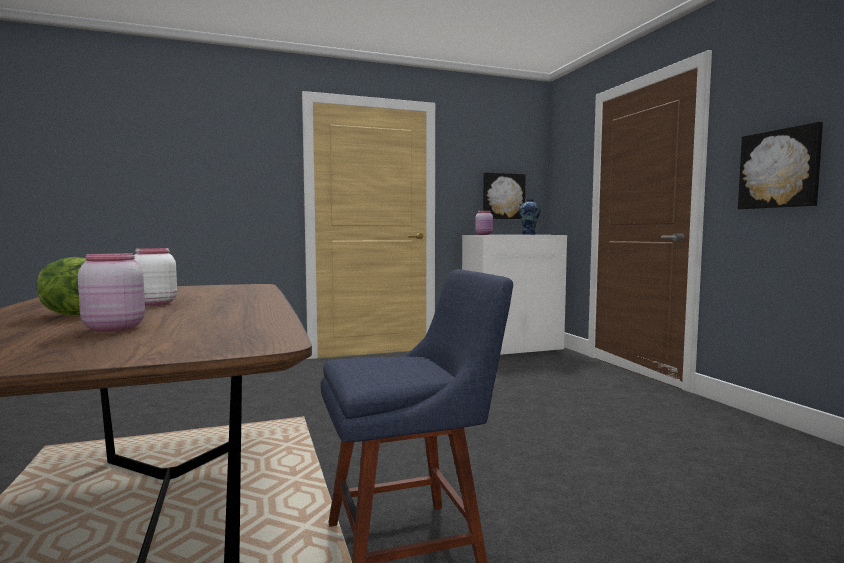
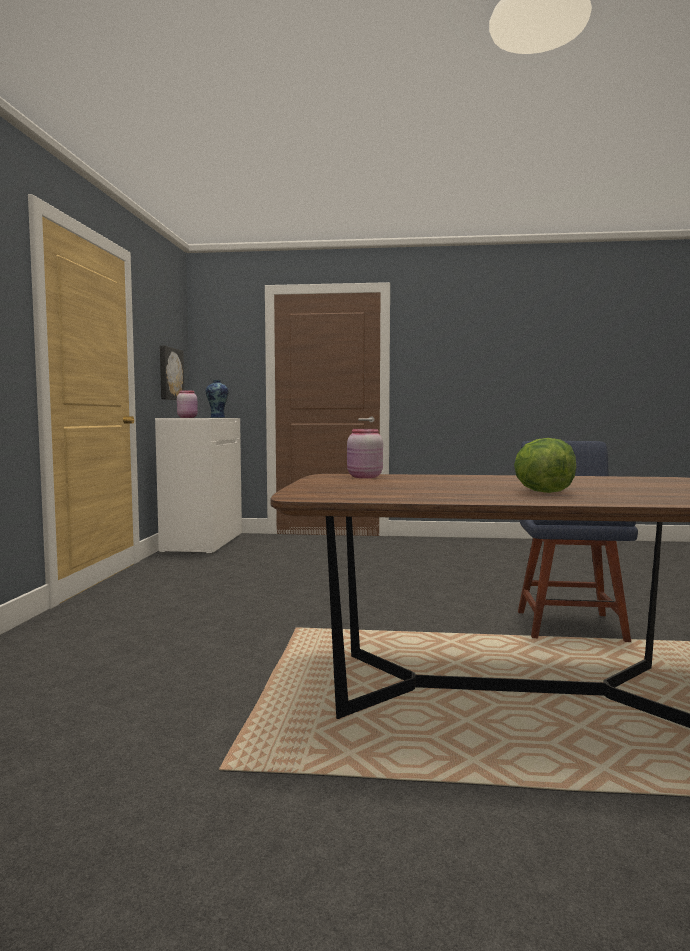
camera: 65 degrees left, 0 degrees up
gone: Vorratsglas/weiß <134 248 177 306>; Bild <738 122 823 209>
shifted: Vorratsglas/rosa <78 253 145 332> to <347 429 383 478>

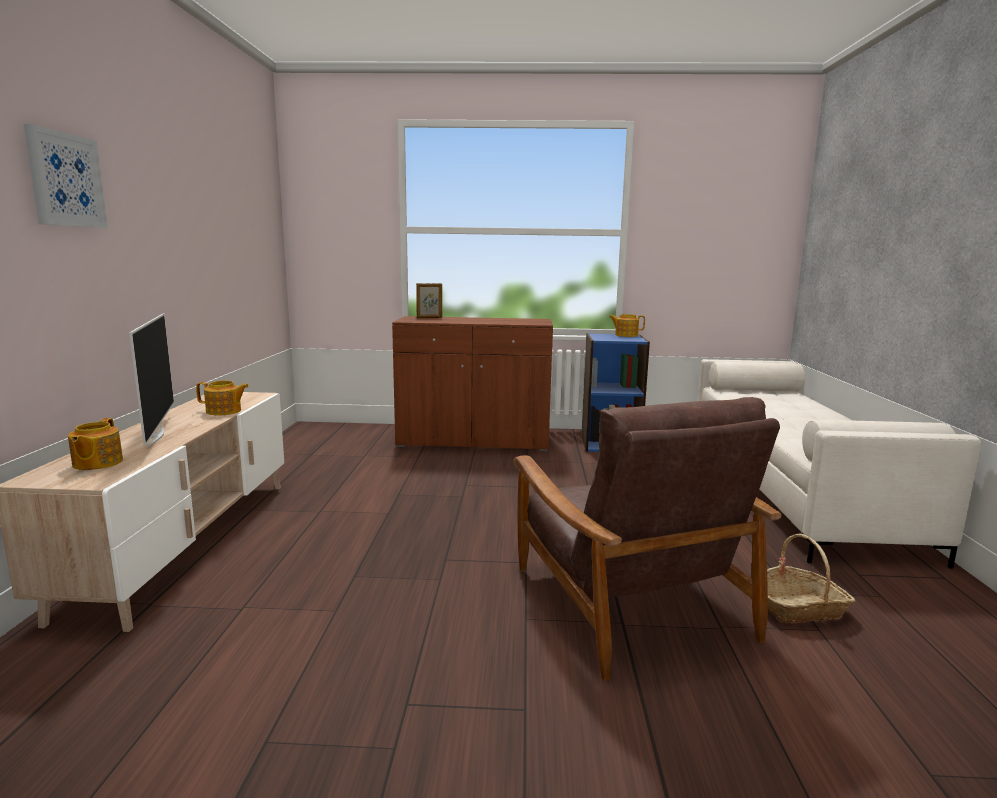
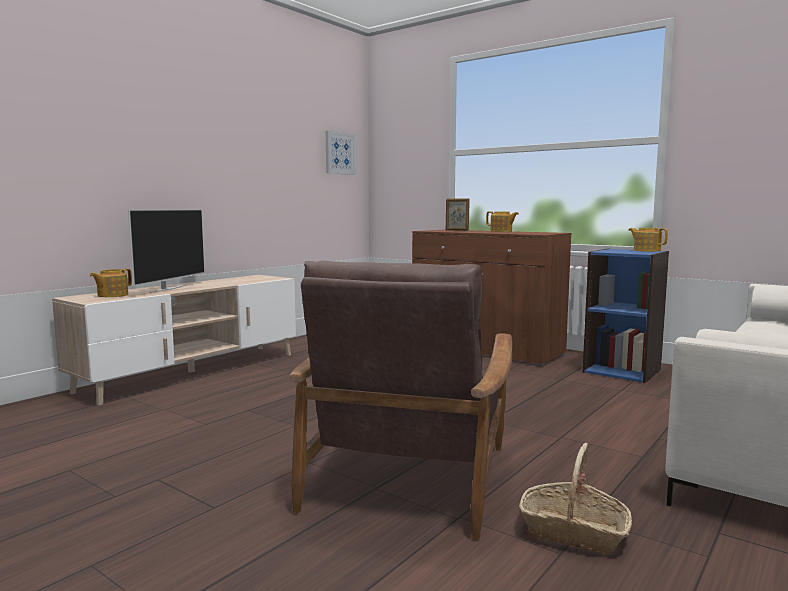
camera: 35 degrees right, 5 degrees down
shifted: Bild <24 124 108 228> to <326 131 356 175>; Teekanne <196 381 249 416> to <486 211 519 232>

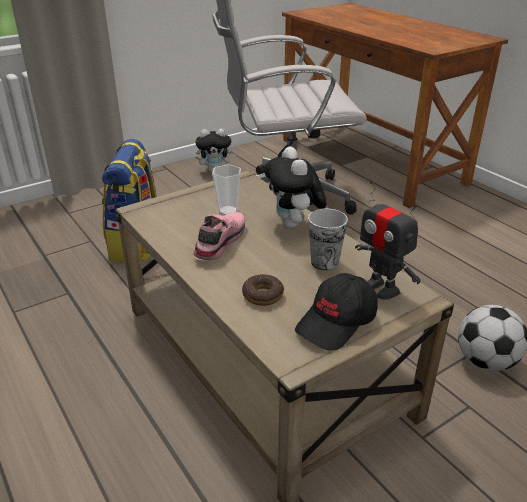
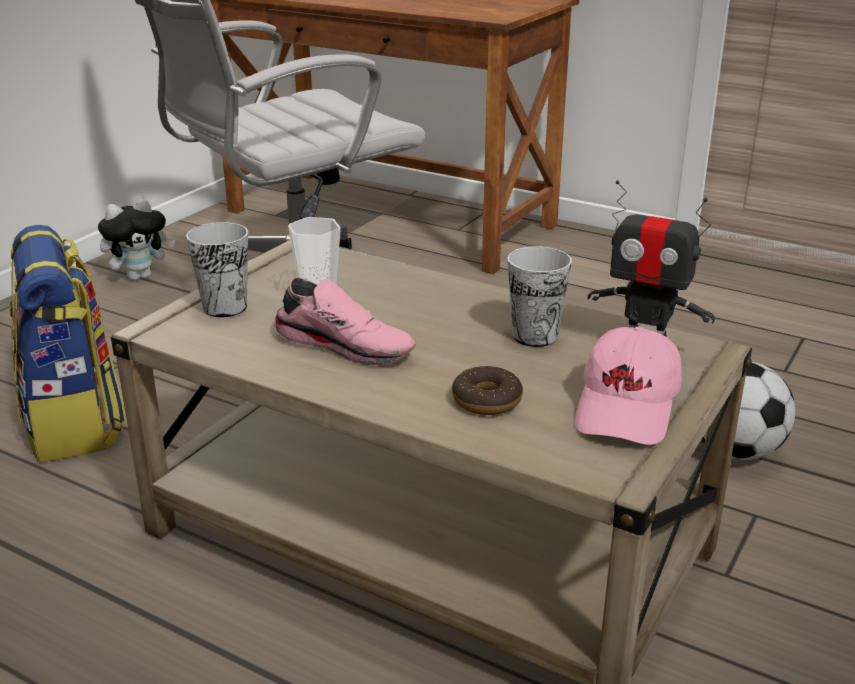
camera: 25 degrees left, 5 degrees down
gone: Plüschtier <264 147 327 229>
new: Tasse <186 222 248 318>
repainted: Kappe/schwarz <295 273 378 351> to Kappe/rosa <575 326 682 445>
rotated: Schuh/rosa <193 212 246 261> = <274 278 416 366> 120 degrees clockwise

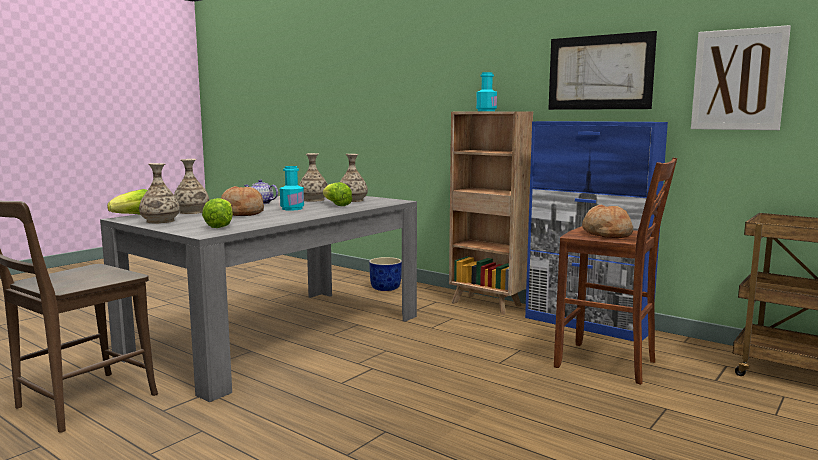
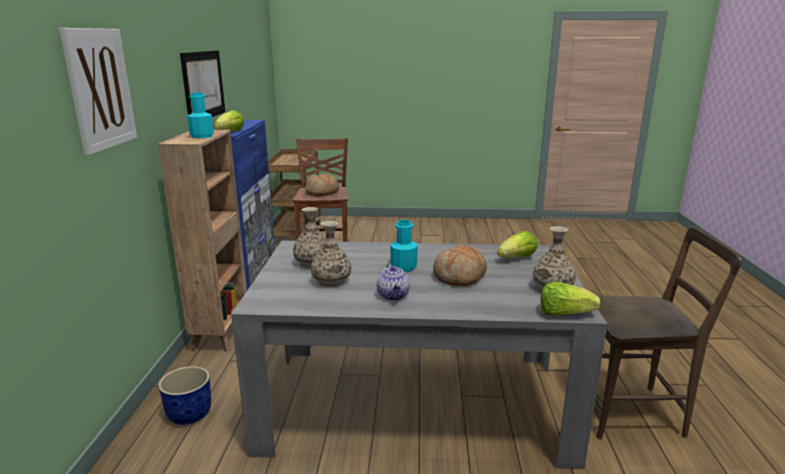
camera: 125 degrees left, 10 degrees up
gone: Vase <174 159 209 214>
shifted: Salatkopf <323 182 352 206> to <214 110 244 131>; Bild <691 25 791 130> to <59 28 137 155>

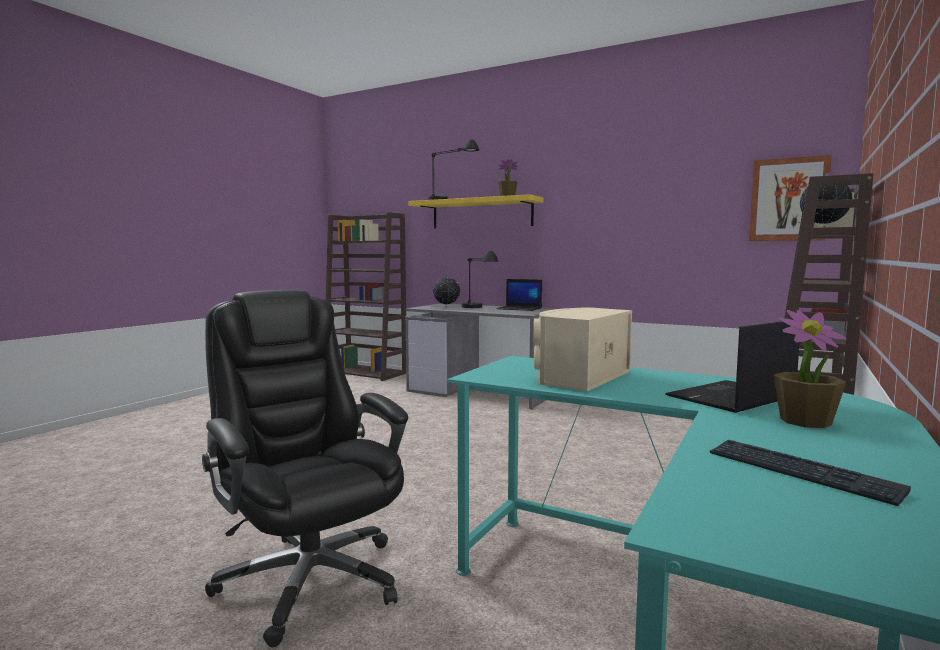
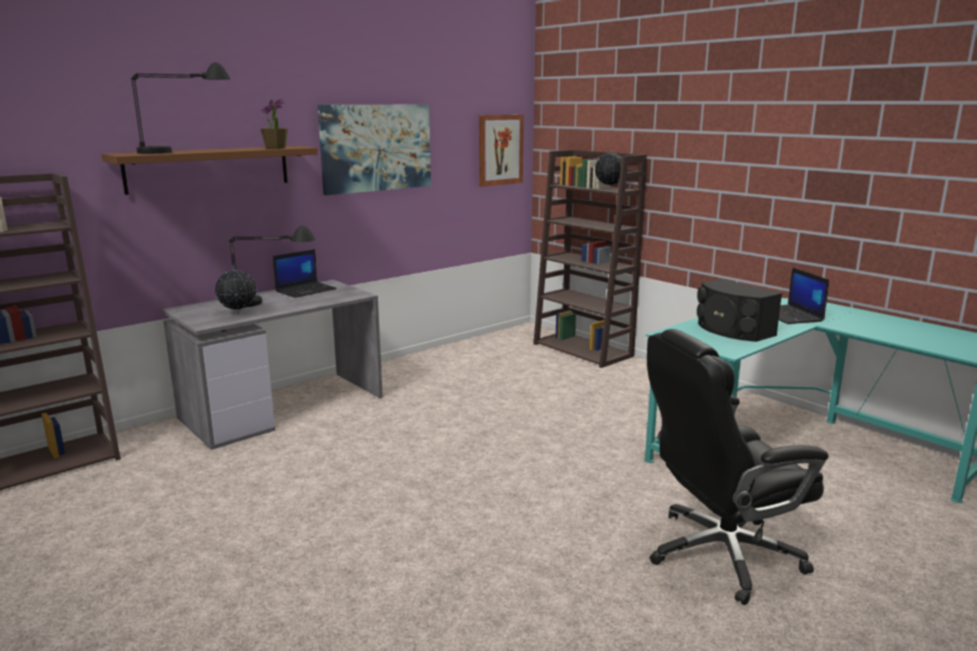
camera: 70 degrees left, 10 degrees up
gone: Tastatur <710 440 911 506>; Topfpflanze <774 310 847 428>
new: Bild <317 105 431 195>
repainted: Wandregal/gelb <409 194 543 228> to Wandregal/braun <102 146 318 195>; Lautsprecher/beige <534 307 632 391> to Lautsprecher/schwarz <697 279 782 342>

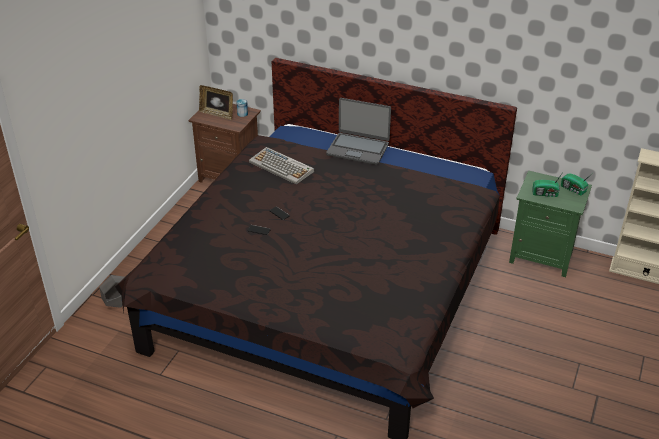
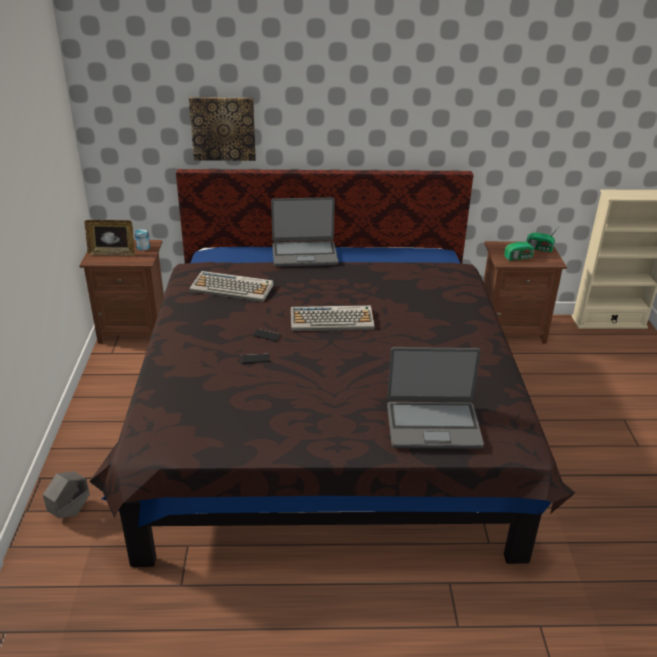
camera: 25 degrees left, 5 degrees down
new: Bild <189 97 256 161>; Tastatur <291 305 375 331>; Laptop <387 347 484 449>
repainted: Nachttisch/grün <509 171 592 277> to Nachttisch/braun <484 241 567 344>

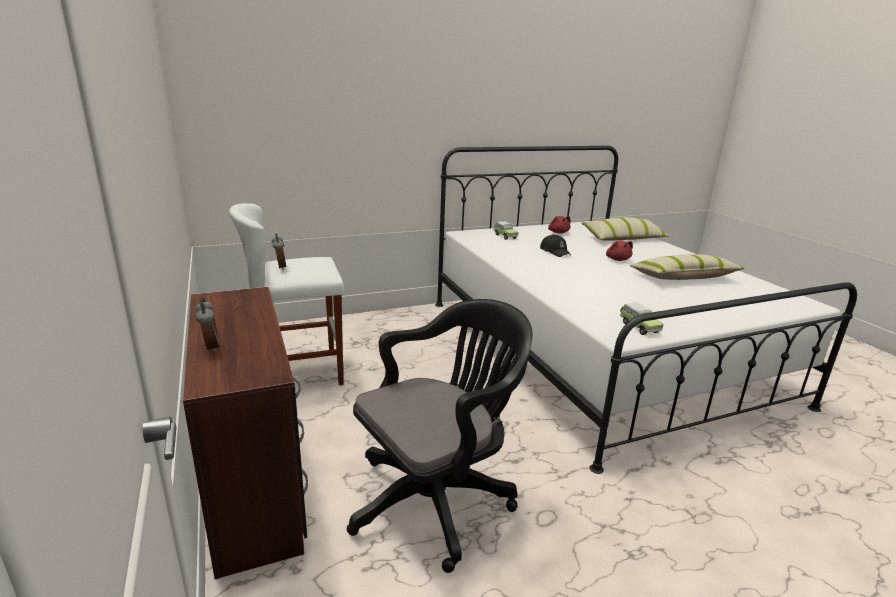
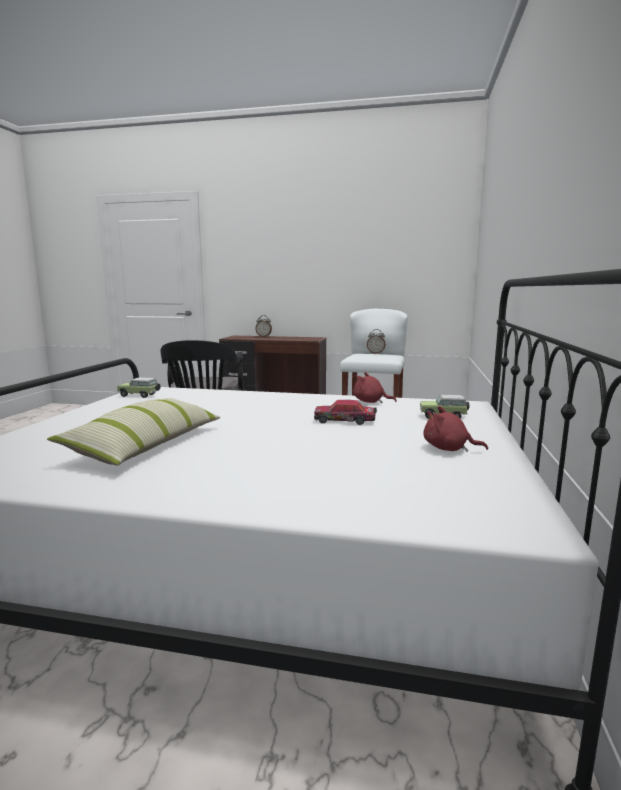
camera: 125 degrees right, 10 degrees down
gone: Kissen <582 217 669 240>
shifted: Plüschtier/rot <606 240 633 261> to <353 372 397 403>
swapped: Kappe/schwarz <540 234 571 257> to Spielzeugauto <314 400 377 425>

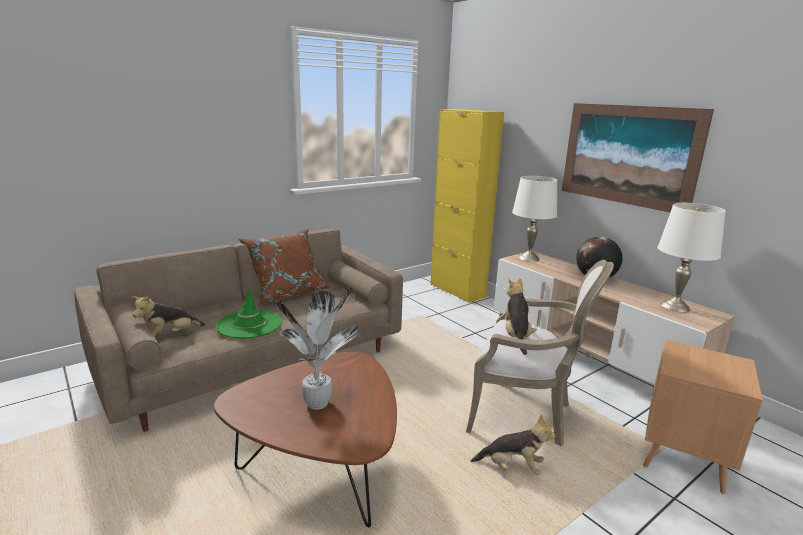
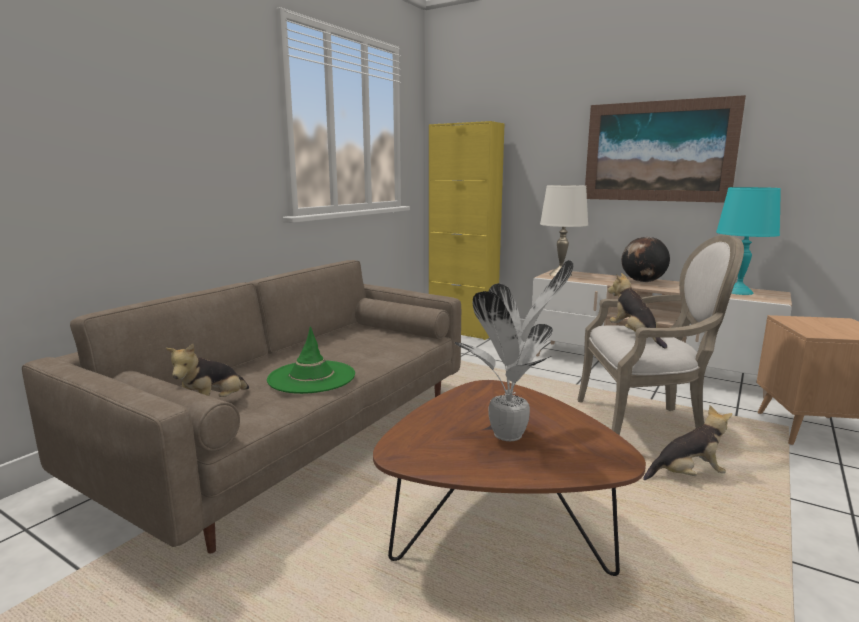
camera: 20 degrees left, 5 degrees down
gone: Kissen/braun <239 229 330 305>
repainted: Tischlampe/weiß <658 203 726 312> to Tischlampe/türkis <716 187 781 295>

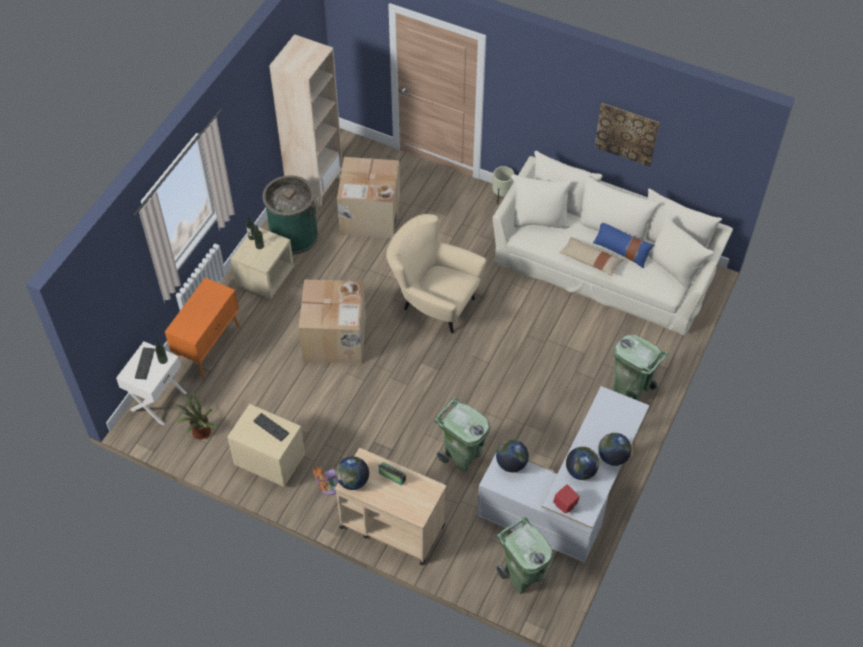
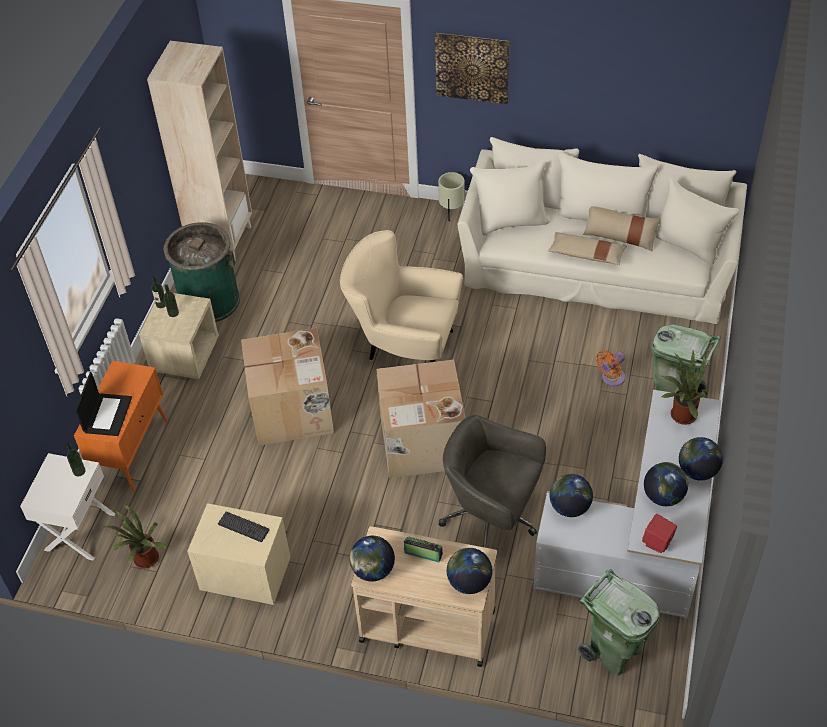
camera: 10 degrees left, 5 degrees down
gone: Tastatur <135 347 155 380>
new: Laptop <75 372 132 436>; Globus <447 548 493 594>; Topfpflanze <662 349 708 425>
shifted: Ventilator/orange <313 466 338 495> to <596 350 626 386>; Karton <337 157 400 238> to <376 360 465 478>; Bild <595 103 660 167> to <435 33 510 104>
swapped: Mülleimer/grün <434 397 490 472> to Bürostuhl/grau <438 415 546 548>
repainted: Kissen/blau <593 223 654 269> to Kissen/beige <583 206 661 252>

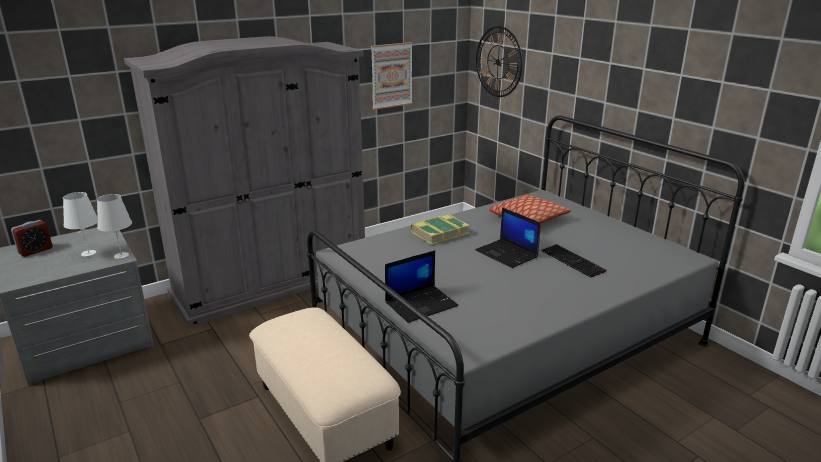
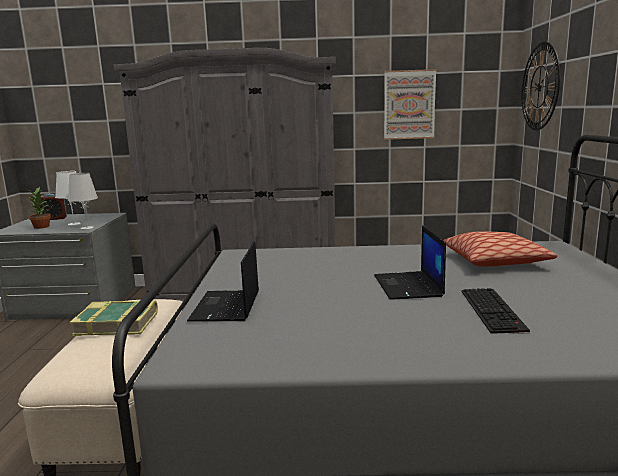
camera: 35 degrees right, 10 degrees down
new: Topfpflanze <28 187 51 229>
shifted: Buch <410 214 469 245> to <70 300 158 336>
rotated: Laptop <385 250 458 323> = <187 241 259 322> 90 degrees clockwise

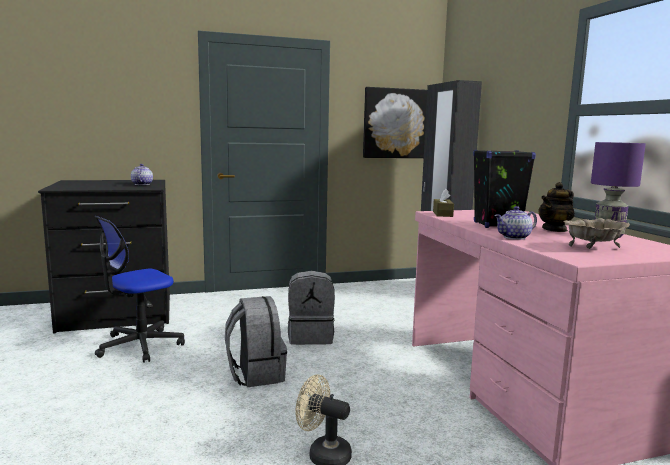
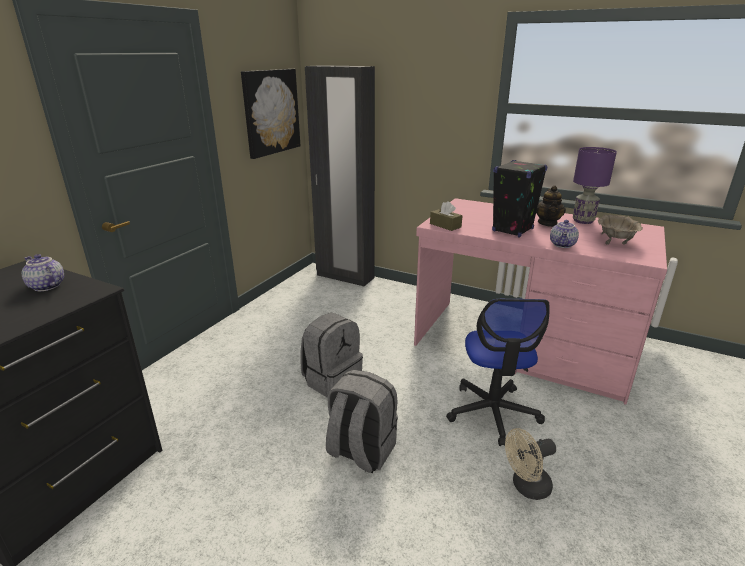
camera: 45 degrees left, 15 degrees up
shifted: Bürostuhl <95 216 185 363> to <446 299 550 446>

